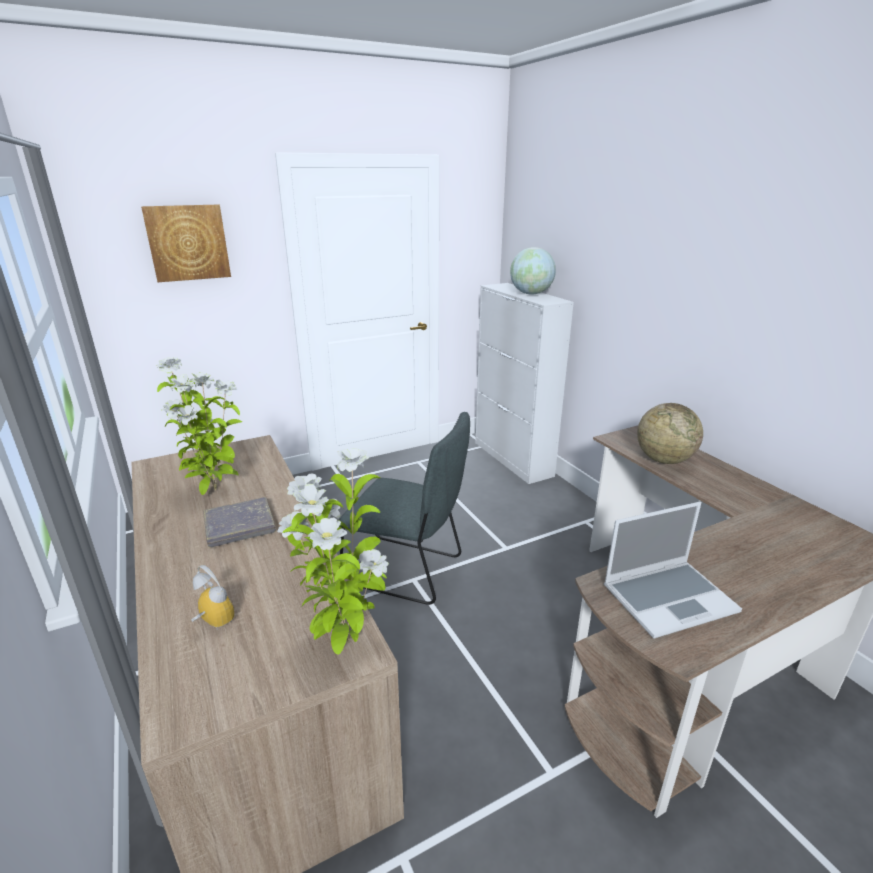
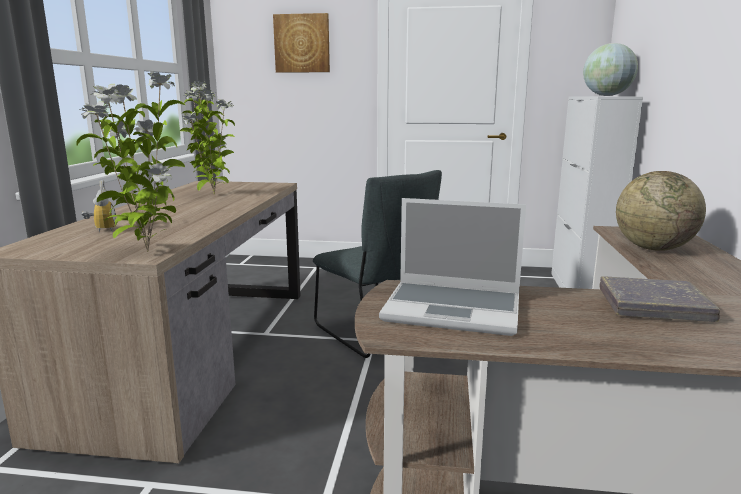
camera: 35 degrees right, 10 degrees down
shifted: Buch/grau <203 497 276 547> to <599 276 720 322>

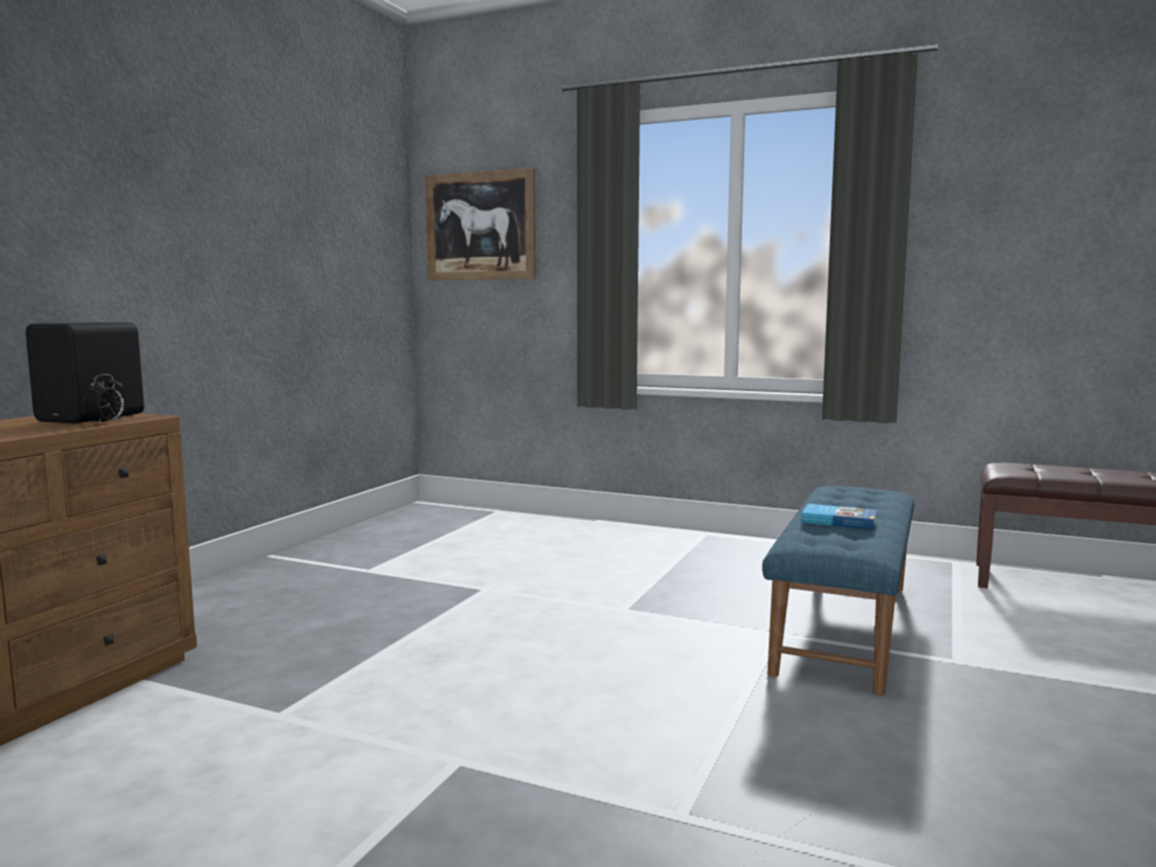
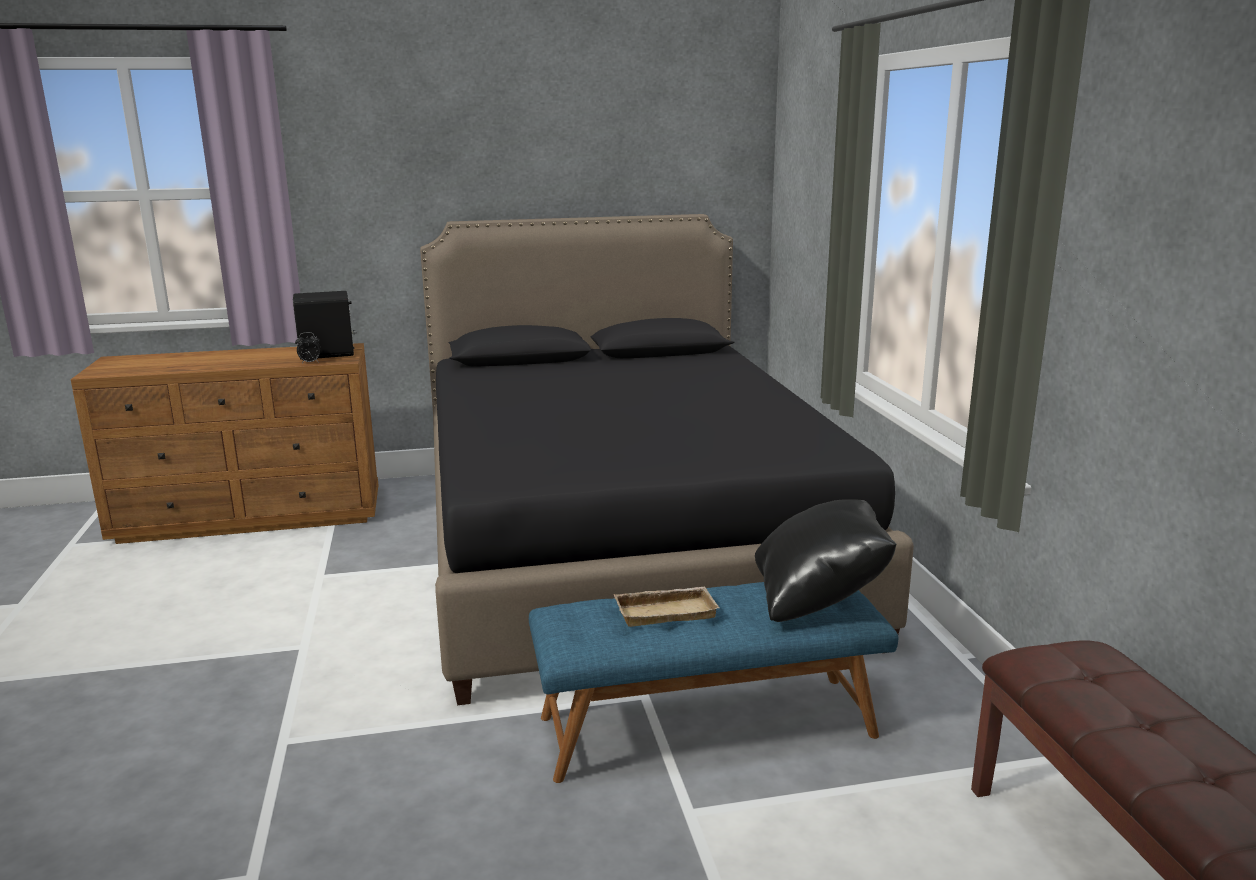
camera: 55 degrees right, 10 degrees up
gone: Bild <425 168 536 280>
new: Bett/schwarz <420 214 914 705>; Kissen/schwarz <755 499 897 622>
swapped: Buch <802 504 877 530> to Tablett/beige <613 587 719 627>

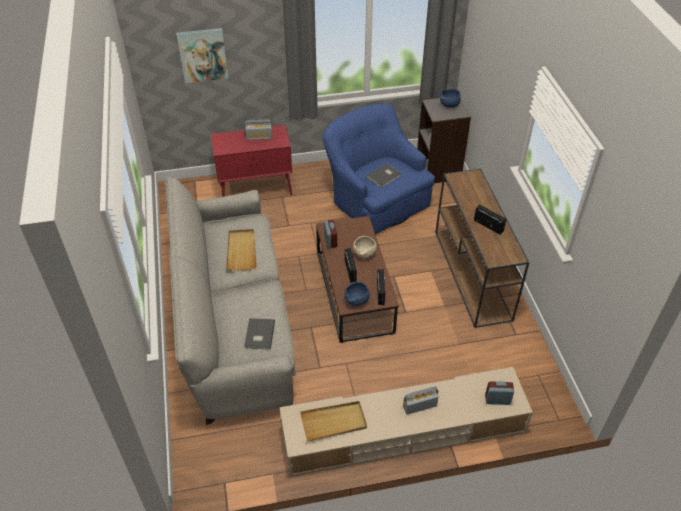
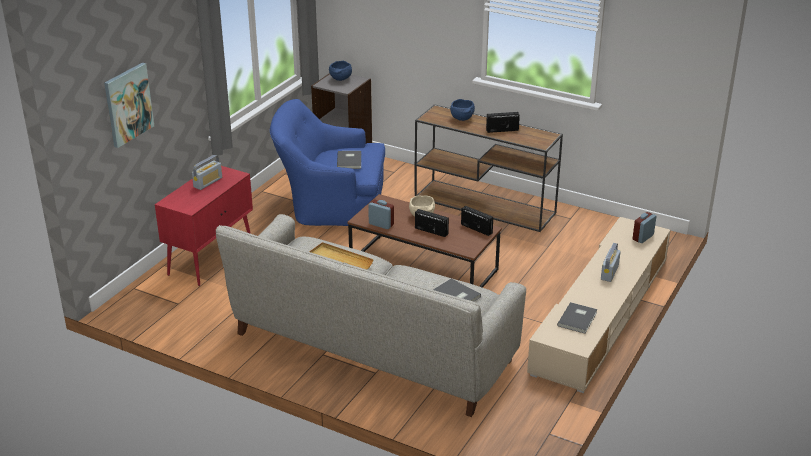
camera: 50 degrees left, 15 degrees down
shifted: Schüssel/blau <345 281 370 306> to <450 99 475 121>
swapped: Tablett/beige <300 401 367 441> to Buch/grau <557 302 597 334>

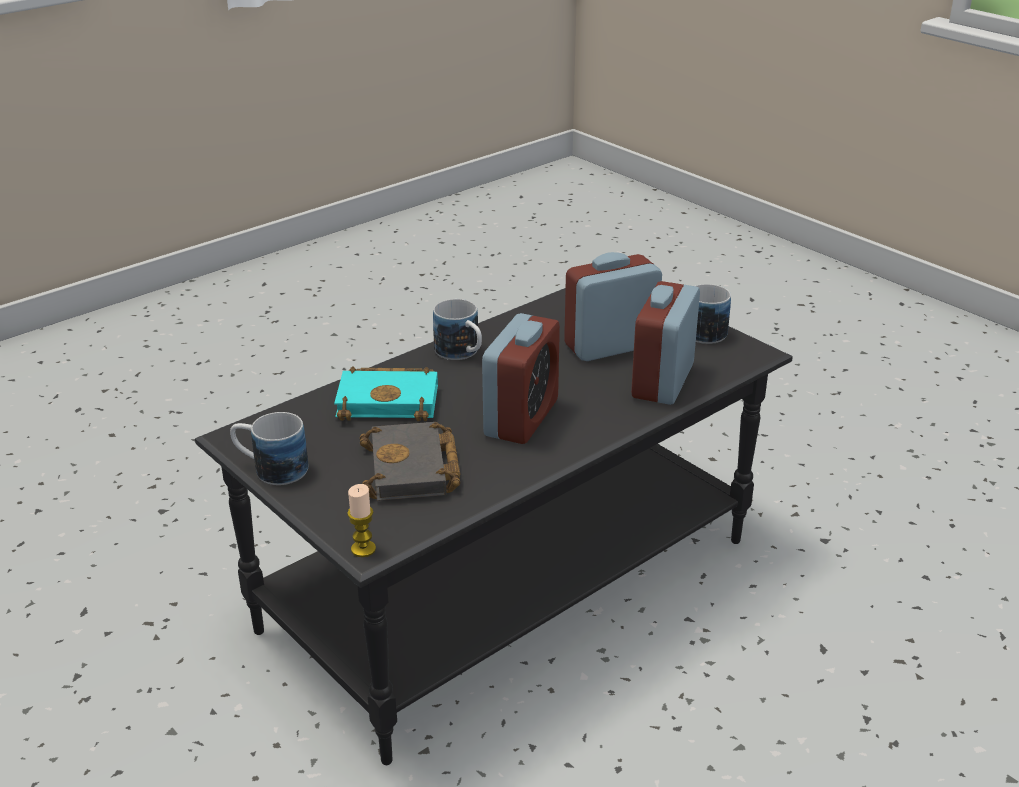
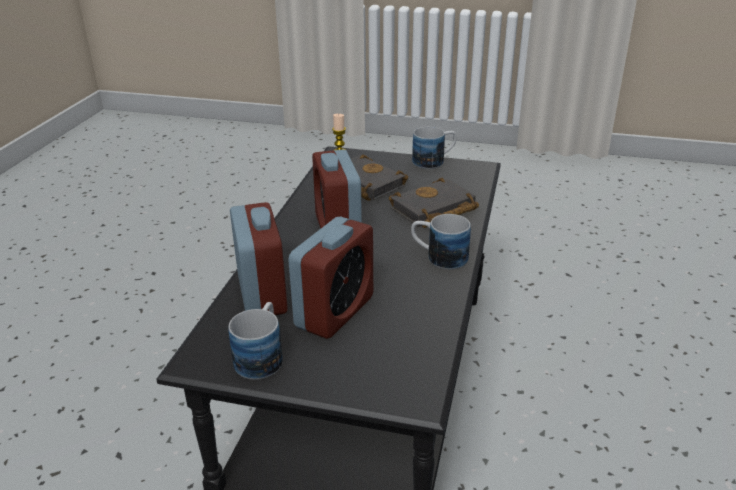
camera: 145 degrees right, 0 degrees up
repainted: Buch/türkis <334 366 438 421> to Buch/schwarz <389 178 479 228>

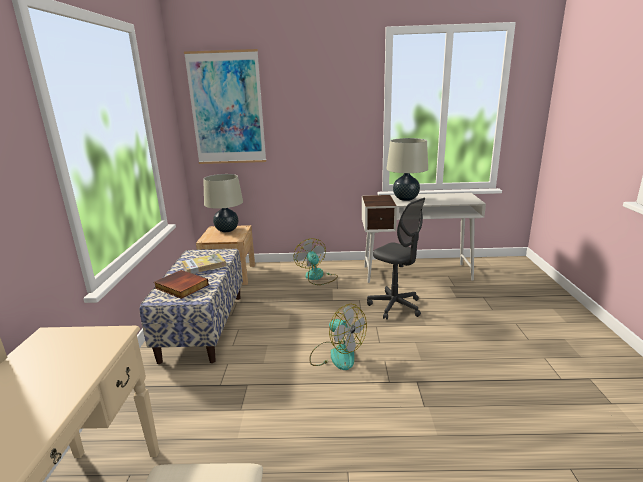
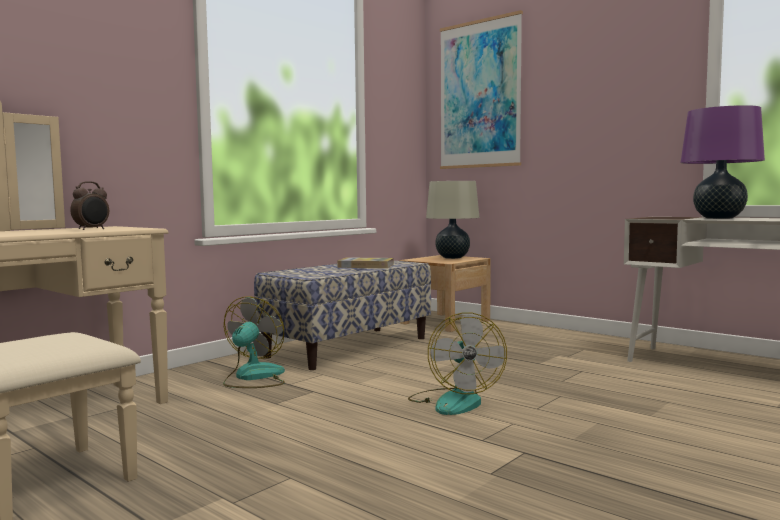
camera: 40 degrees right, 15 degrees down
gone: Buch <154 270 209 299>; Bürostuhl/grau <367 198 425 320>
new: Wecker <70 181 109 230>
shifted: Ventilator <294 238 338 285> to <223 297 285 388>
repainted: Tischlampe/beige <387 138 428 201> to Tischlampe/lila <681 105 765 219>

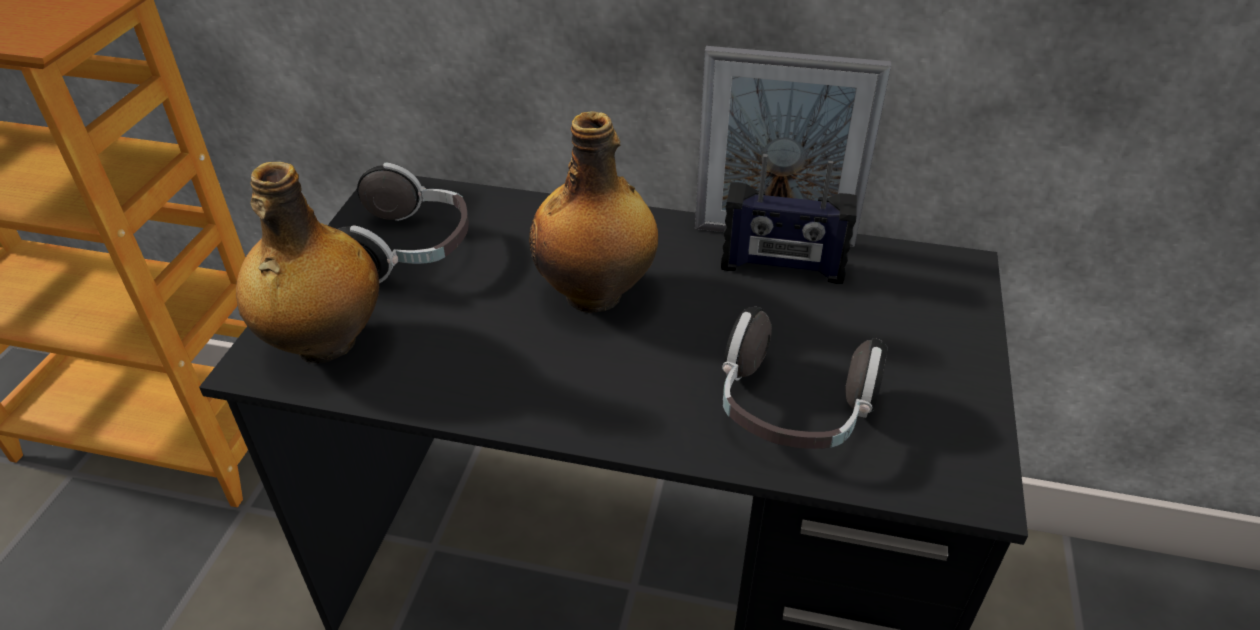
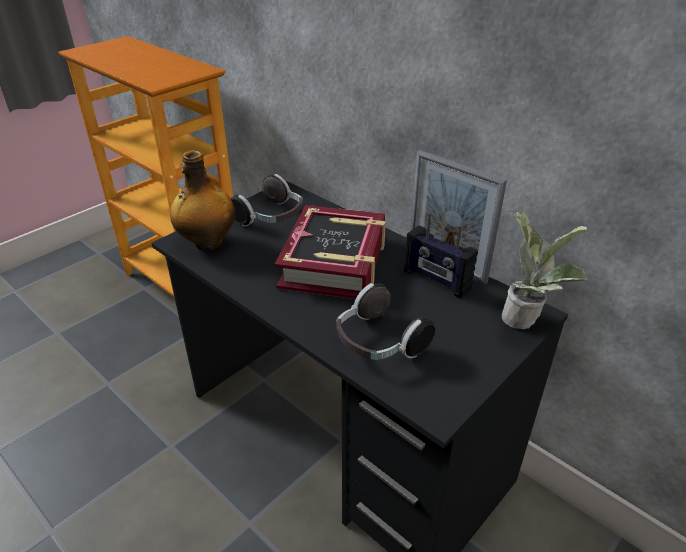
camera: 30 degrees right, 5 degrees down
new: Topfpflanze <502 212 588 329>
swapped: Flasche <529 111 658 313> to Buch <275 205 386 299>

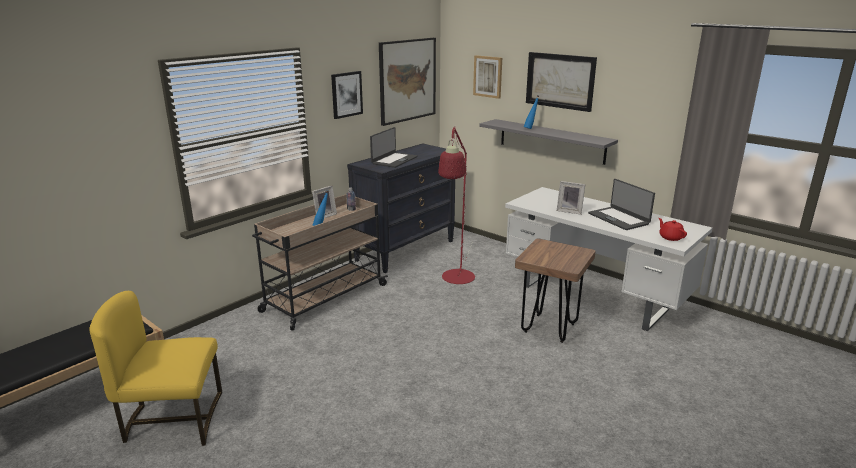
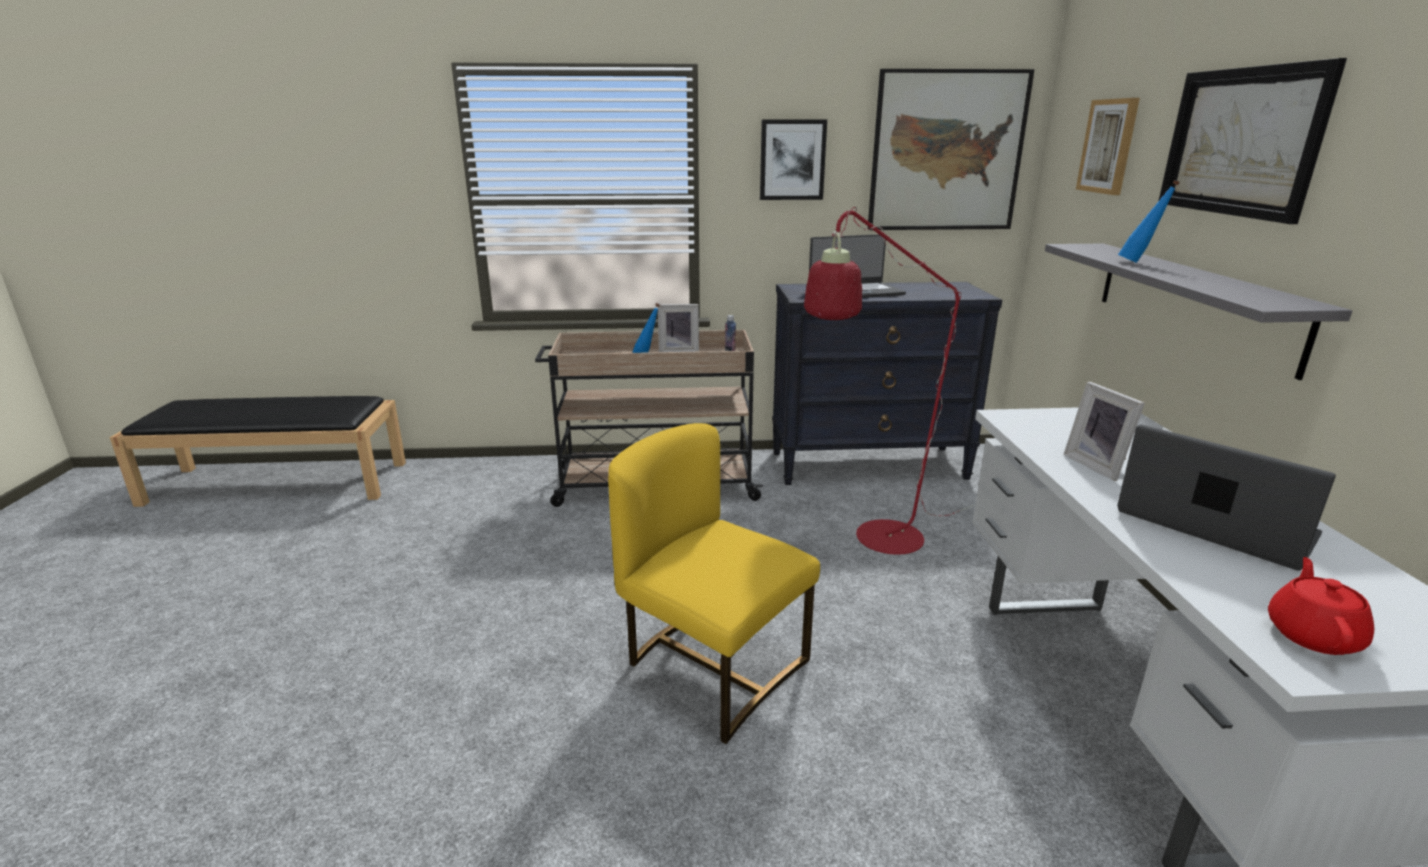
camera: 45 degrees right, 0 degrees up
gone: Hocker/braun <515 238 596 343>
shifted: Stuhl/gelb <89 291 222 446> to <608 423 820 744>
rotated: Laptop <588 179 655 230> = <1117 424 1336 571> 120 degrees clockwise

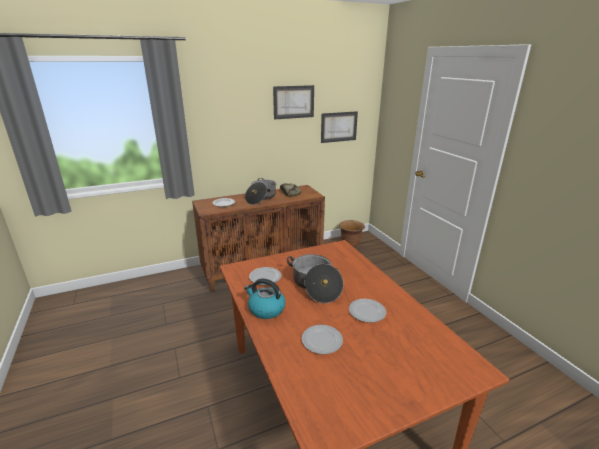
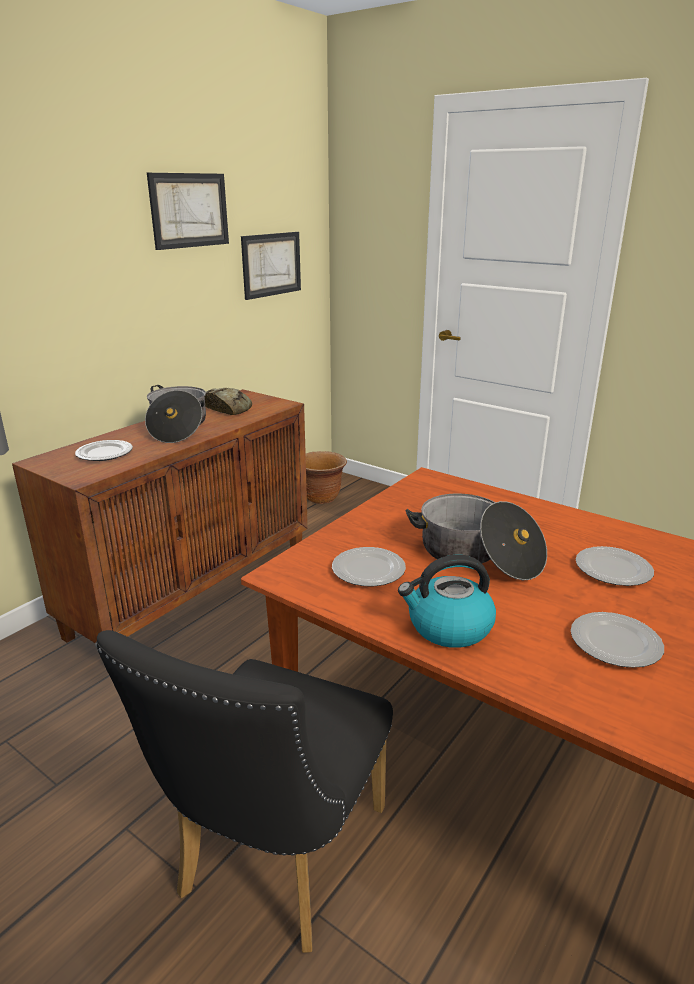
camera: 30 degrees left, 0 degrees up
new: Stuhl/schwarz <95 630 393 953>

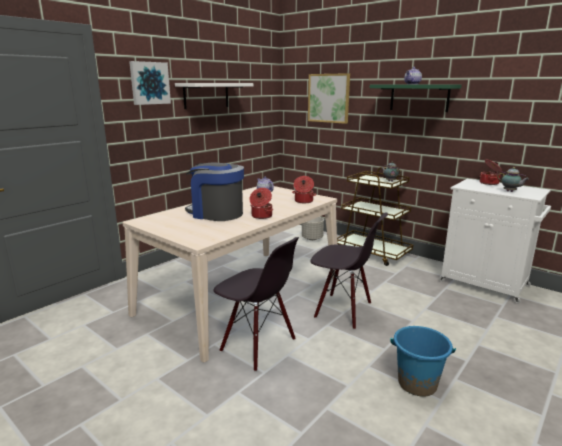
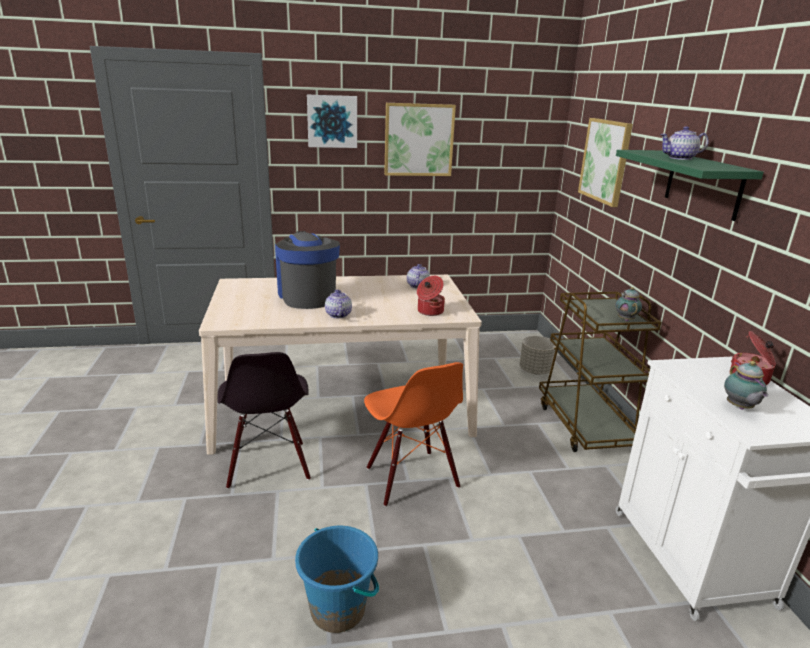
camera: 40 degrees right, 5 degrees up
swapped: Wandregal/weiß <175 83 253 109> to Bild <384 103 456 176>; Kochtopf <250 188 273 219> to Teekanne <325 289 352 318>
repainted: Stuhl/schwarz <311 213 388 330> to Stuhl/orange <364 362 463 507>

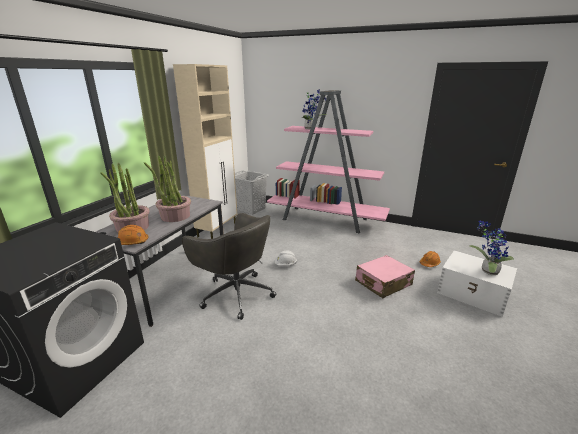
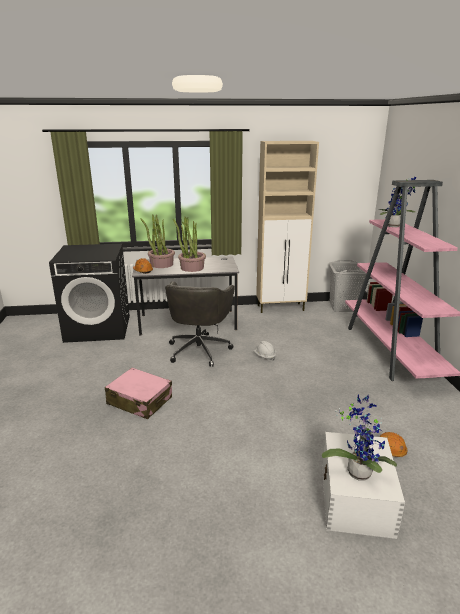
camera: 60 degrees right, 0 degrees up
shifted: Koffer/rosa <355 255 415 298> to <105 368 172 419>

